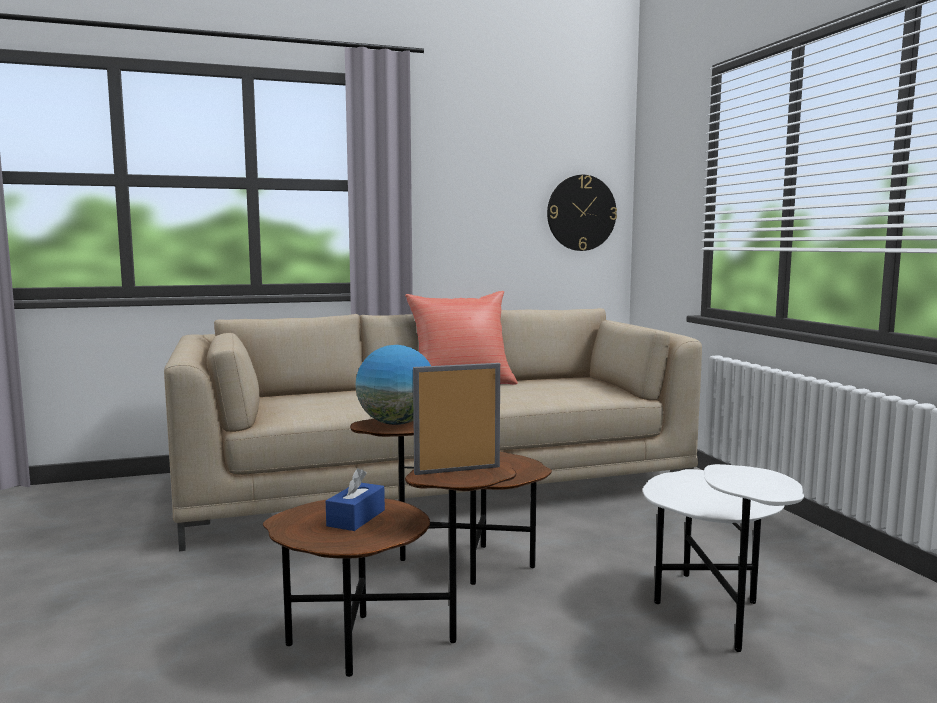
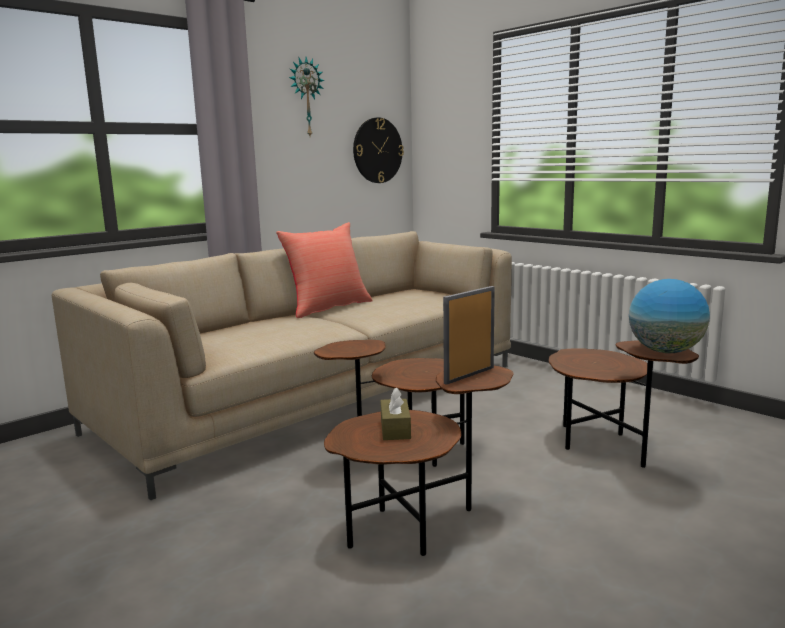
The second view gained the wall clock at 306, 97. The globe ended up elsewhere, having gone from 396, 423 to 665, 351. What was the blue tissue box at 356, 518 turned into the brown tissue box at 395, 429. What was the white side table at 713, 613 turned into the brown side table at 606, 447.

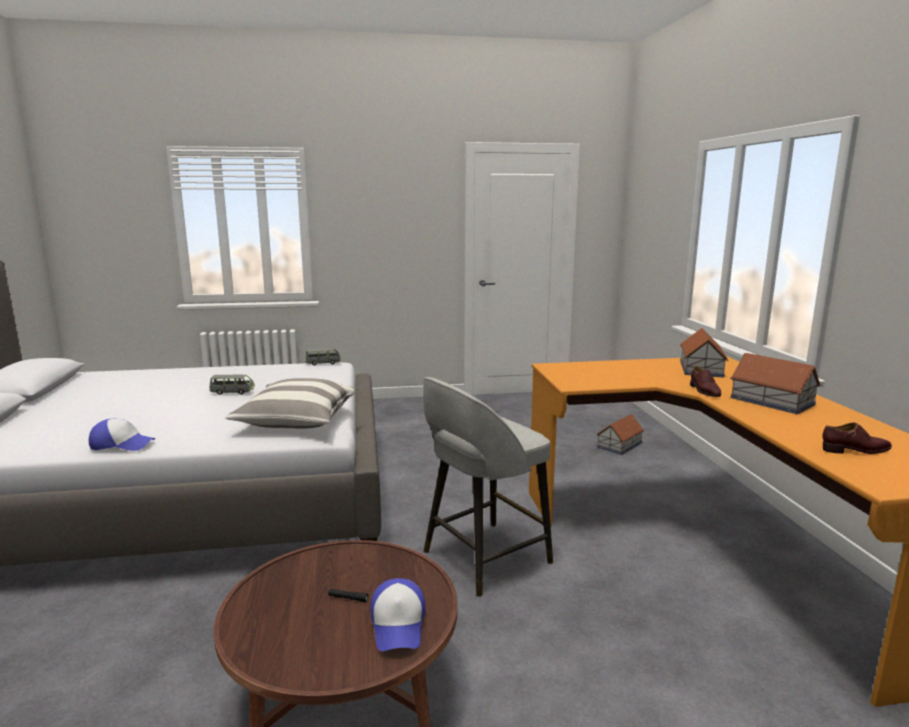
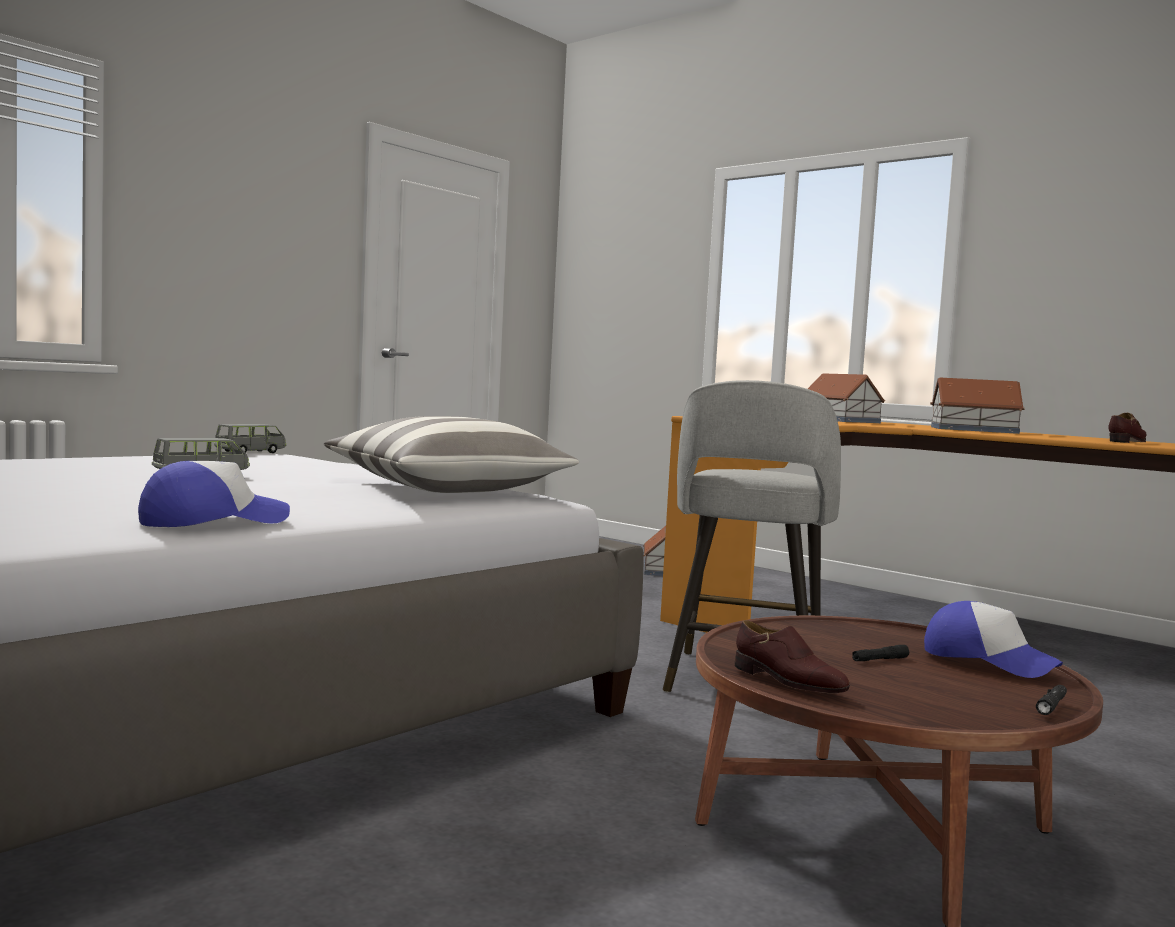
The second view gained the black flashlight at 1051, 705. The brown shoe ended up elsewhere, having gone from 704, 391 to 788, 680.

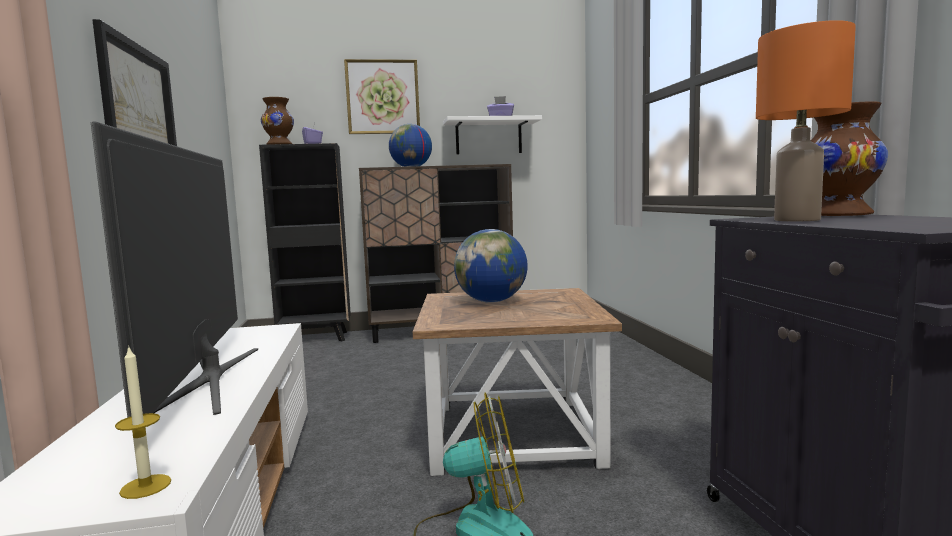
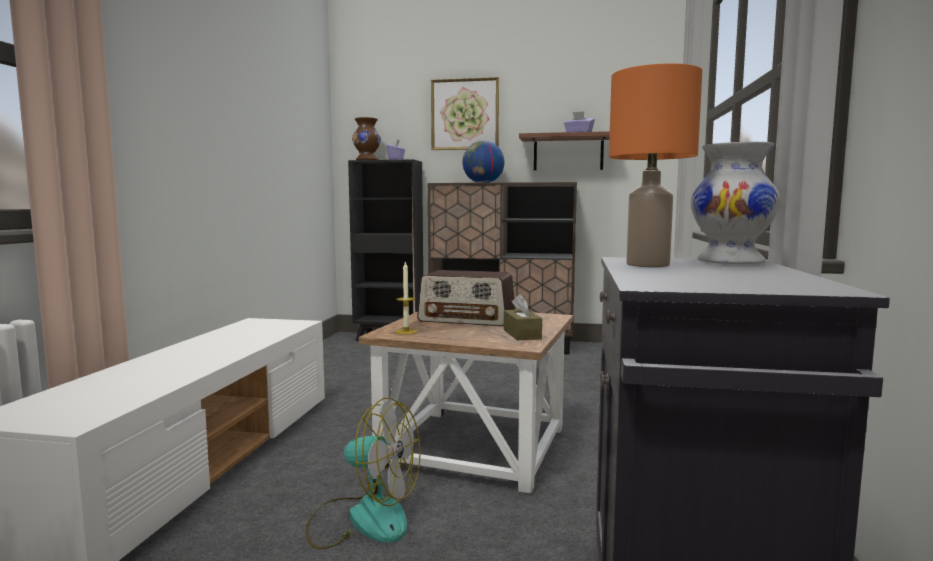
The second view lost the television at 205, 379. The second view lost the picture at 138, 101. The second view gained the brown tissue box at 522, 334. The candle ended up elsewhere, having gone from 145, 486 to 406, 332. Where the globe stood at 492, 301, the radio came to stand at 467, 319. What was the white shelf at 488, 137 turned into the brown shelf at 568, 153. What was the brown vase at 838, 215 turned into the white vase at 731, 262.

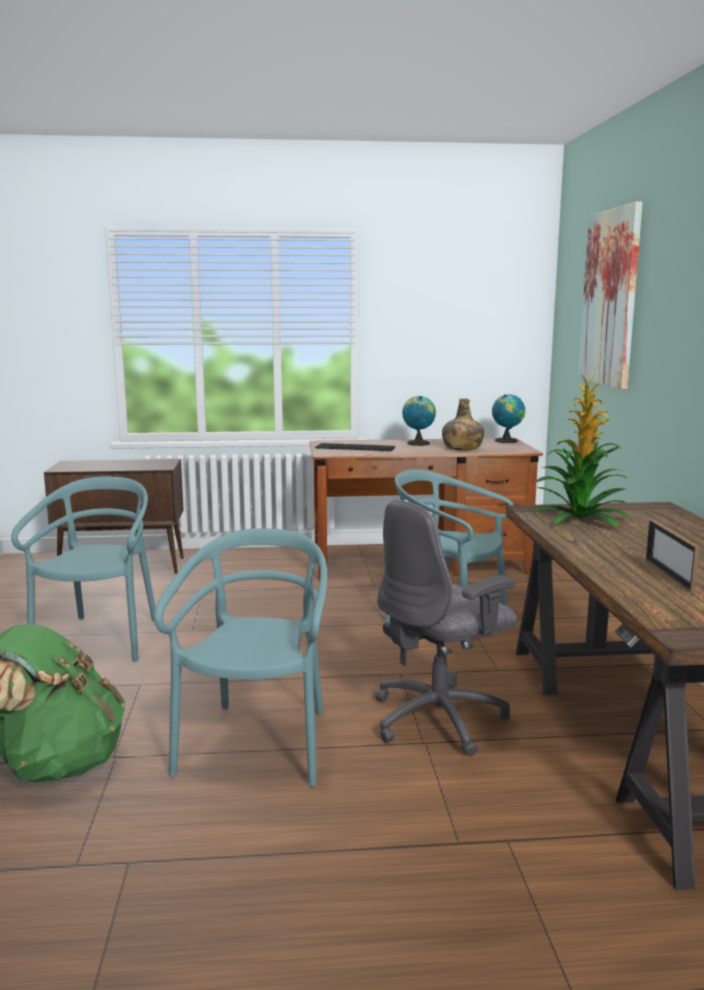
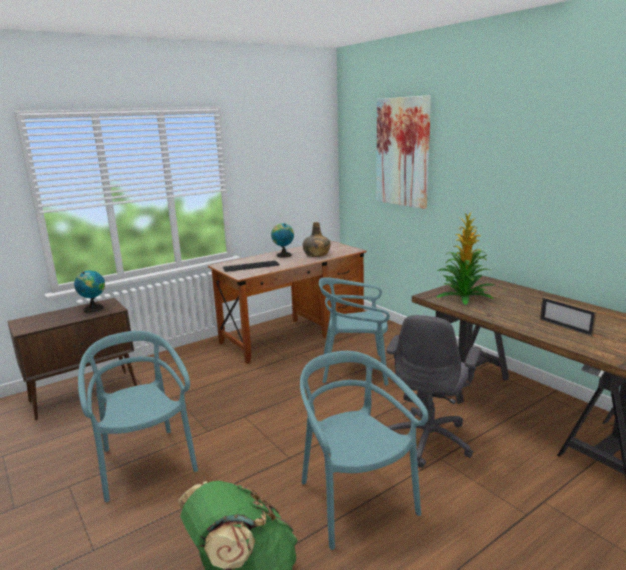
The globe ended up elsewhere, having gone from 507, 441 to 94, 308.

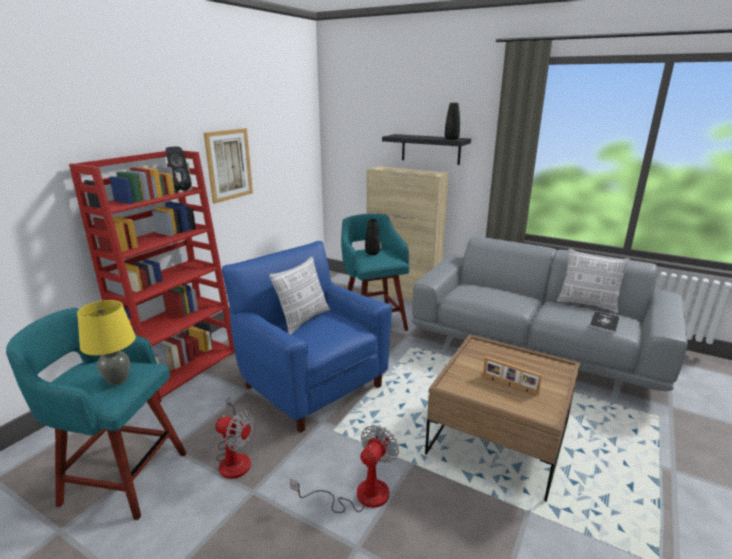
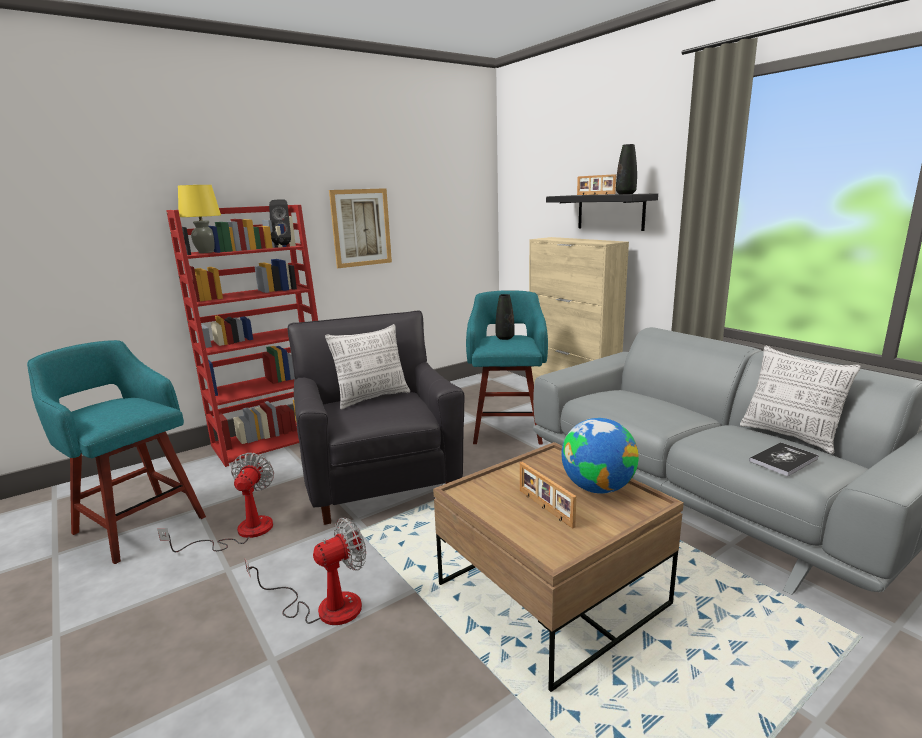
The second view gained the globe at 597, 488. The second view gained the picture frame at 595, 194. The yellow table lamp ended up elsewhere, having gone from 118, 380 to 206, 252. What was the blue armchair at 312, 384 turned into the black armchair at 380, 480. The fan at 234, 458 ended up facing another way, 135 degrees counterclockwise from before.

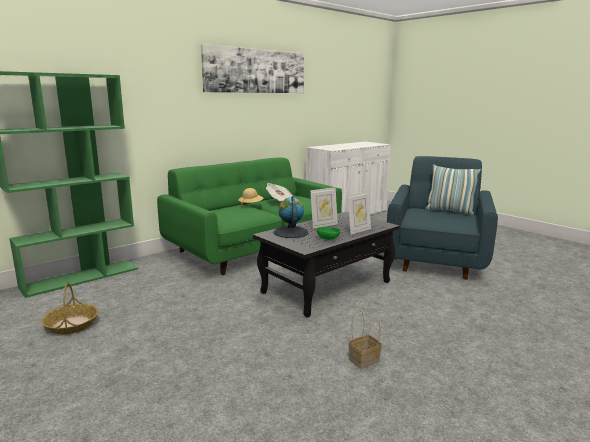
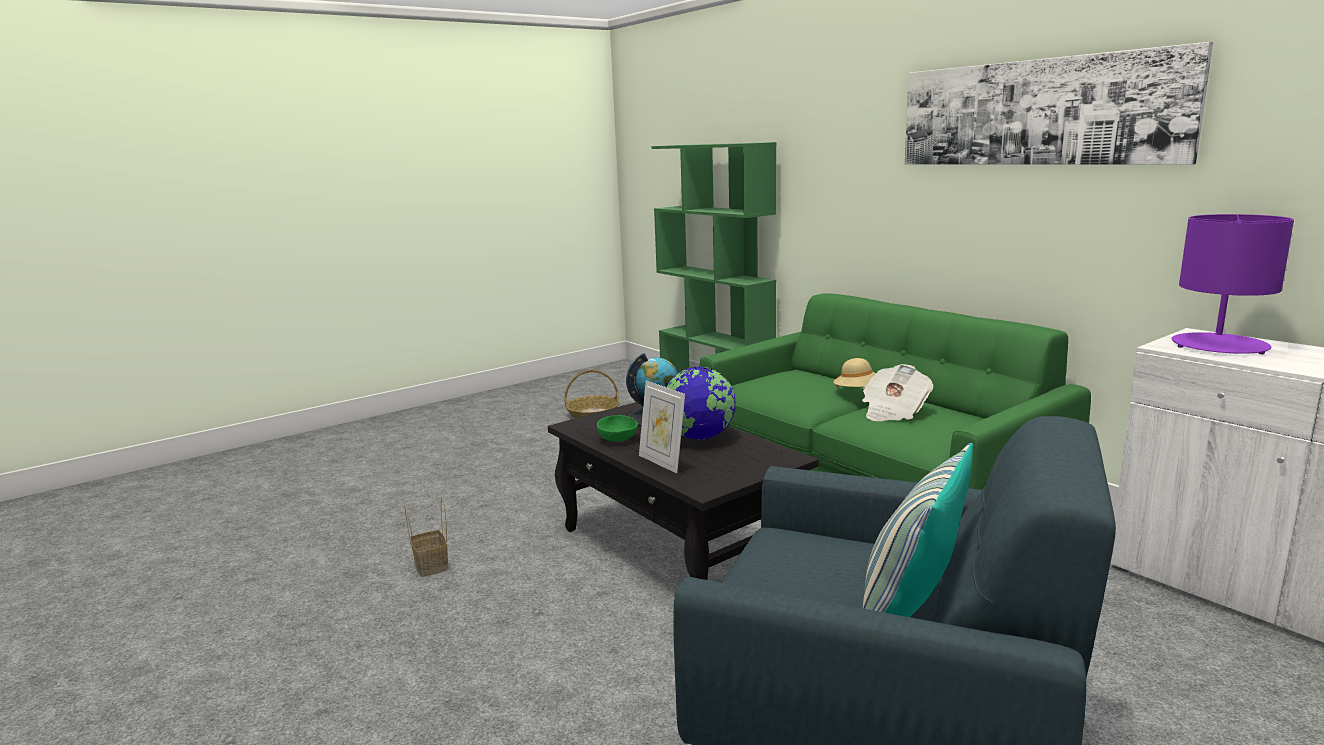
The second view gained the purple table lamp at 1219, 345. Where the picture frame stood at 323, 225, the globe came to stand at 700, 437.

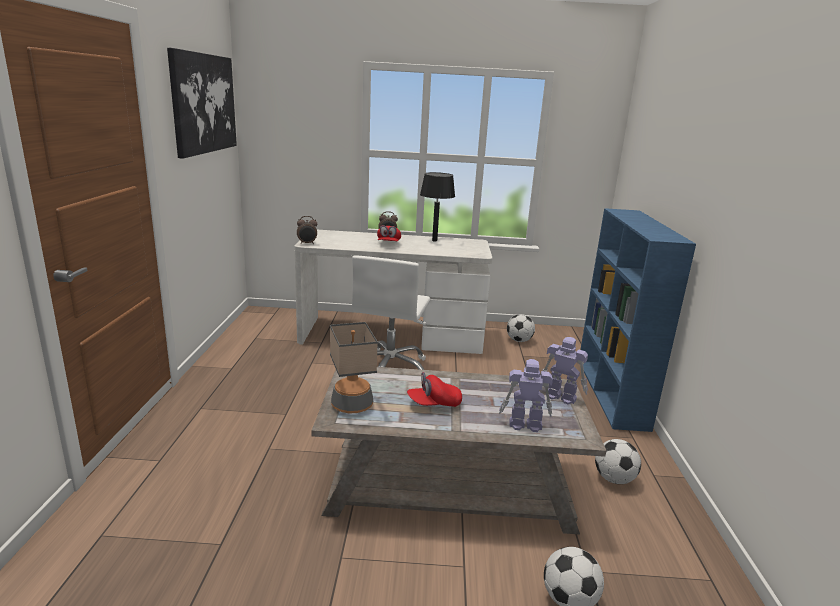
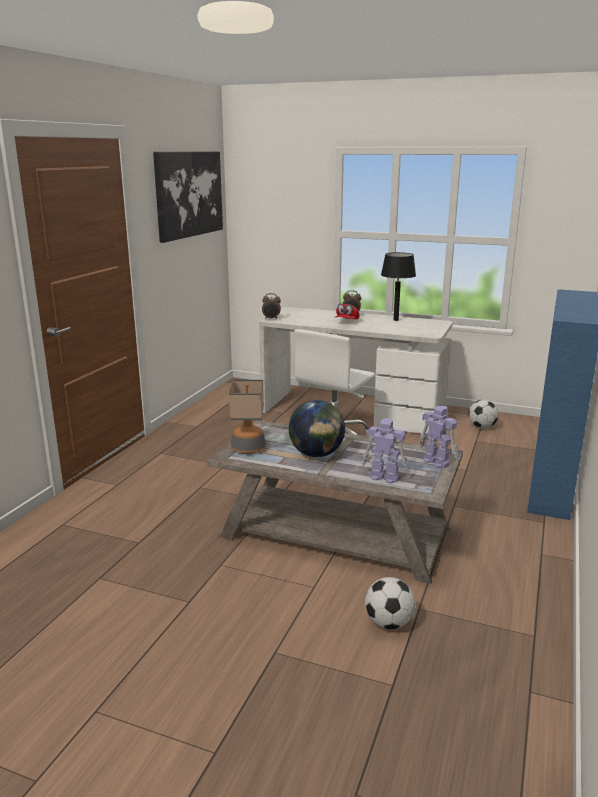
The second view lost the football at 613, 479. Where the red cap stood at 434, 404, the globe came to stand at 316, 454.

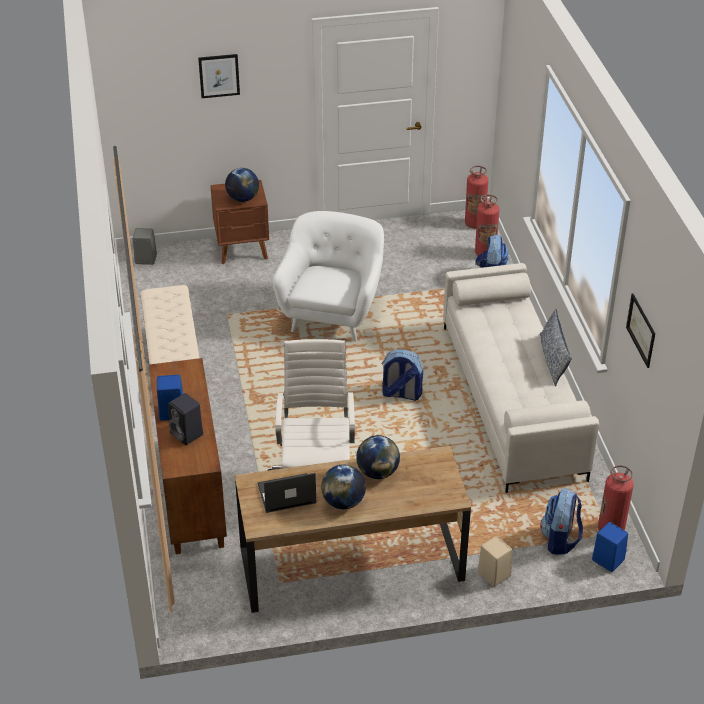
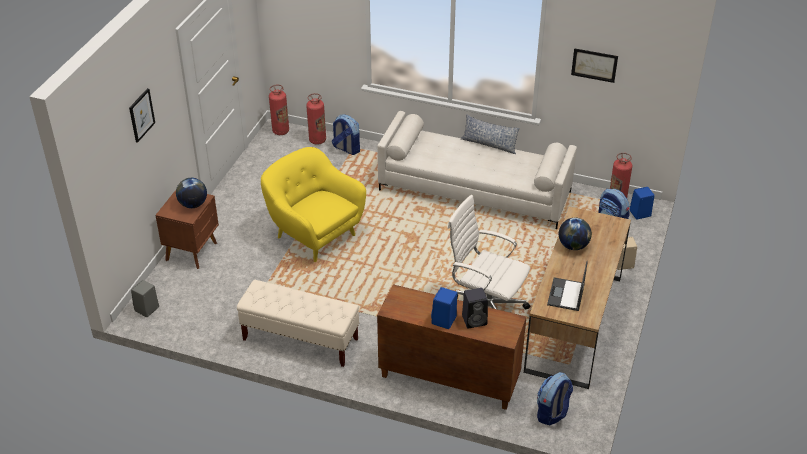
The second view lost the globe at 343, 502. The backpack ended up elsewhere, having gone from 401, 394 to 552, 413. What was the white armchair at 332, 314 turned into the yellow armchair at 314, 235.

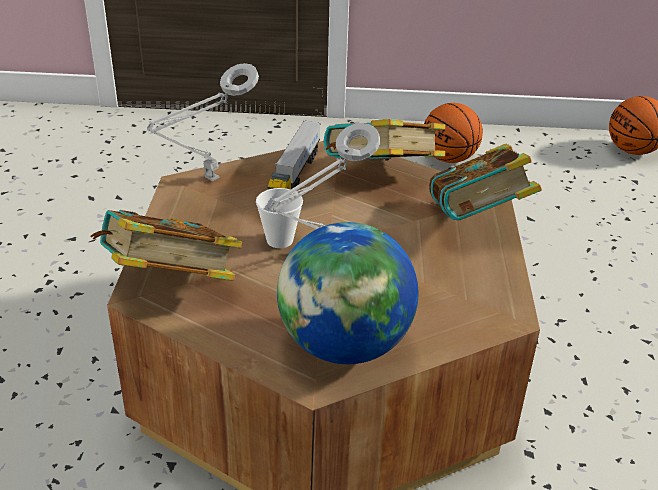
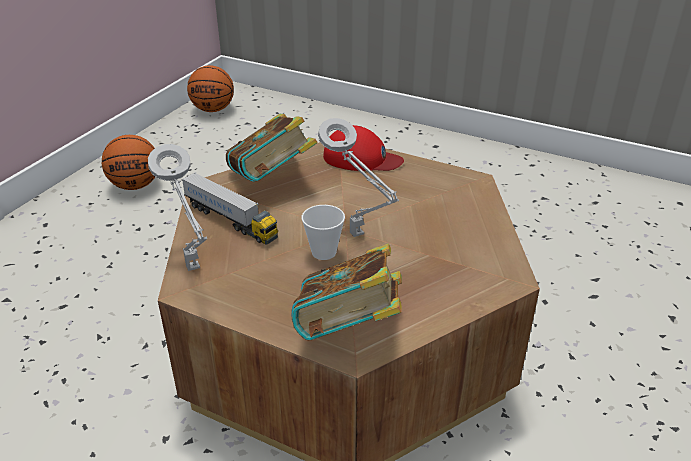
The second view lost the globe at 345, 346. Where the book stood at 477, 221, the red cap came to stand at 361, 158.

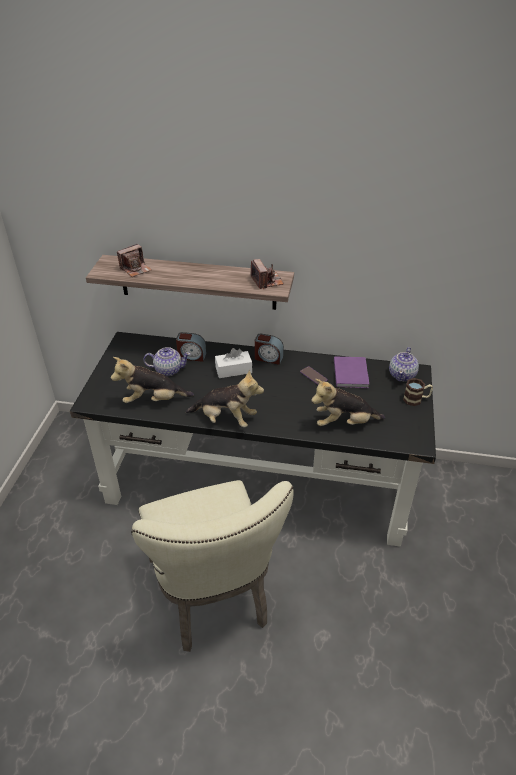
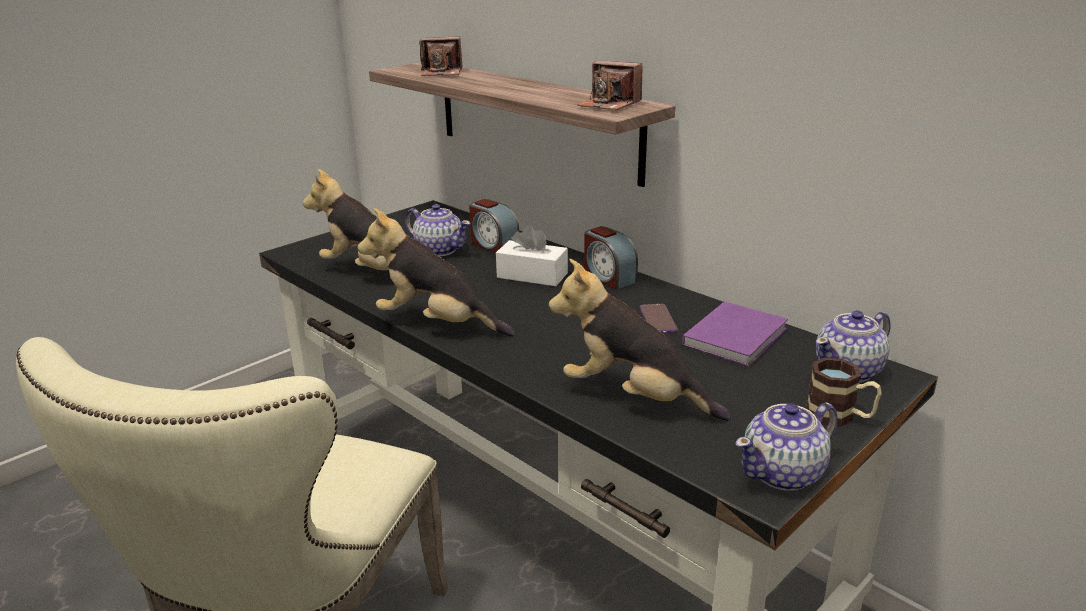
The second view gained the teapot at 784, 473. The plush toy at 226, 419 ended up facing another way, 150 degrees clockwise from before. The photo camera at 267, 281 ended up facing another way, 105 degrees clockwise from before.

